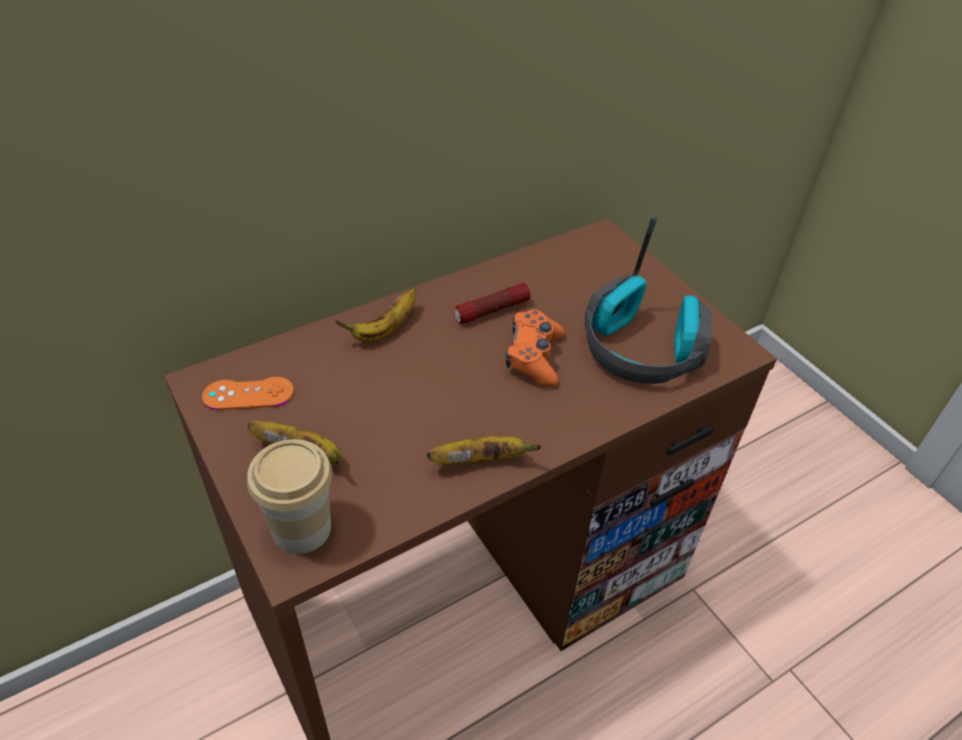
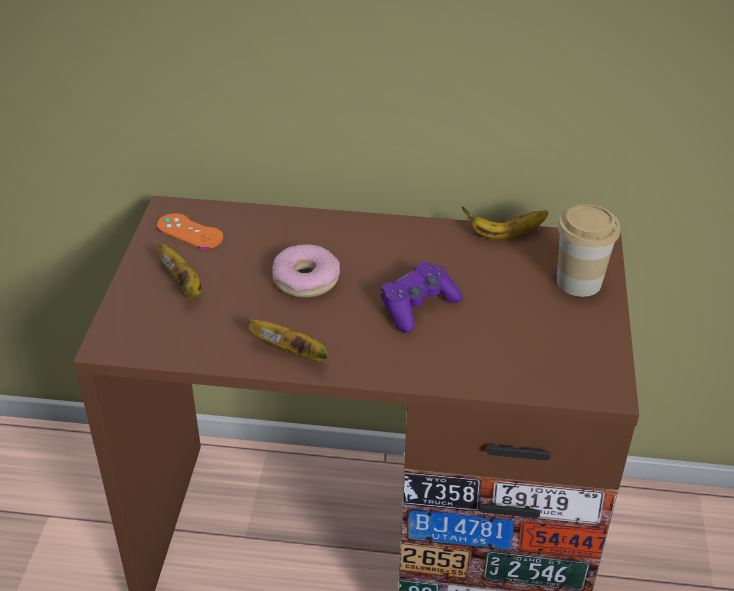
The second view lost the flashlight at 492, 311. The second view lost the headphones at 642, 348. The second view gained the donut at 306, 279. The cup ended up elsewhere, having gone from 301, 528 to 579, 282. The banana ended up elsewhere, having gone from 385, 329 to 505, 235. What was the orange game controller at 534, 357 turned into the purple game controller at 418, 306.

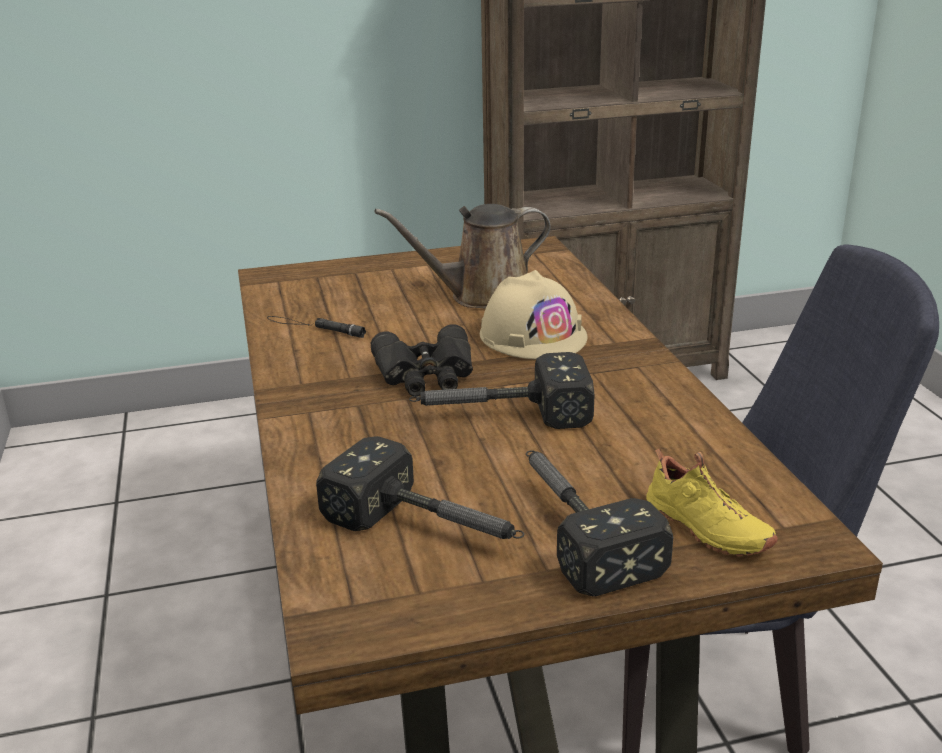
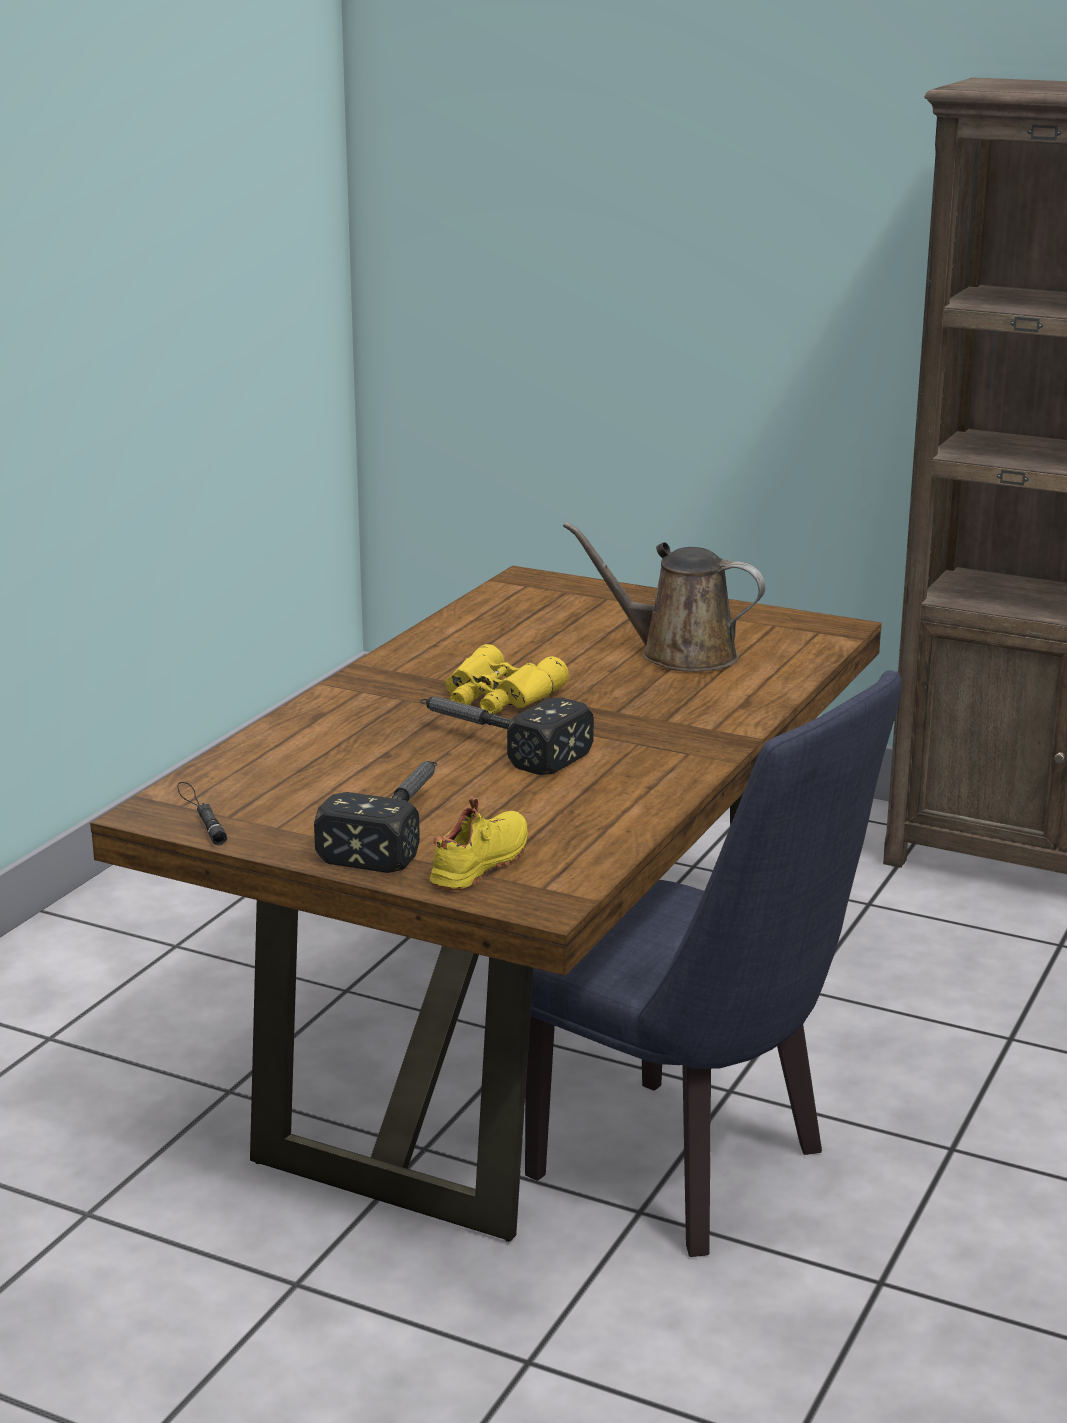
The second view lost the hammer at 430, 527. The second view lost the beige hard hat at 533, 335. The black flashlight ended up elsewhere, having gone from 314, 327 to 200, 813. What was the black binoculars at 426, 374 turned into the yellow binoculars at 498, 697. The yellow shoe at 705, 529 ended up facing another way, 150 degrees counterclockwise from before.

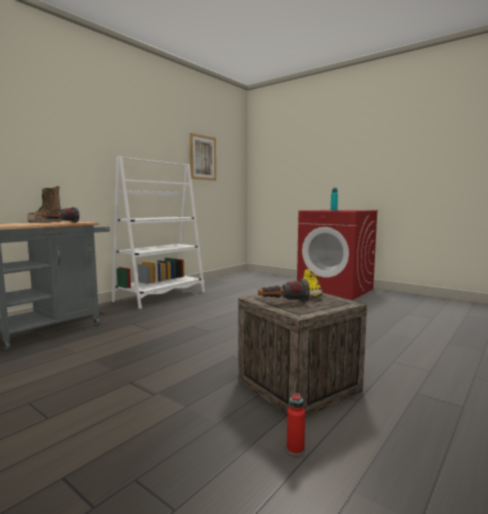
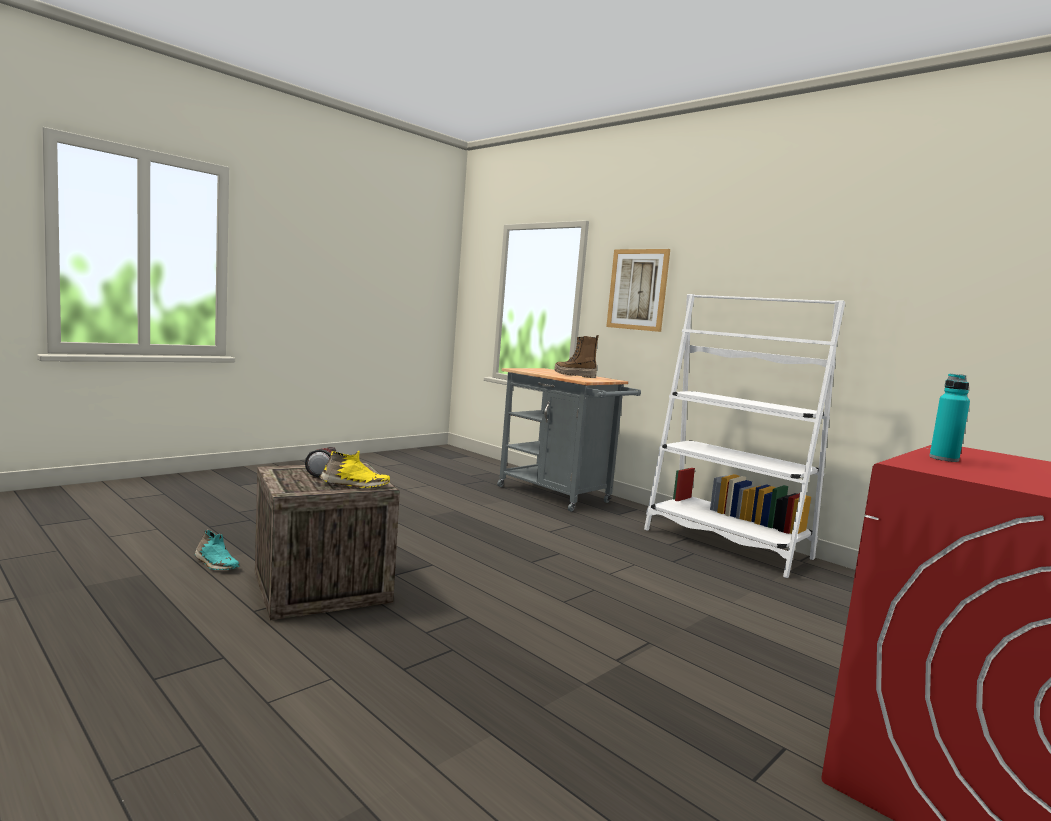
The second view lost the flashlight at 60, 223. The picture ended up elsewhere, having gone from 203, 158 to 637, 289. Where the red bottle stood at 295, 449, the turquoise shoe came to stand at 215, 564.

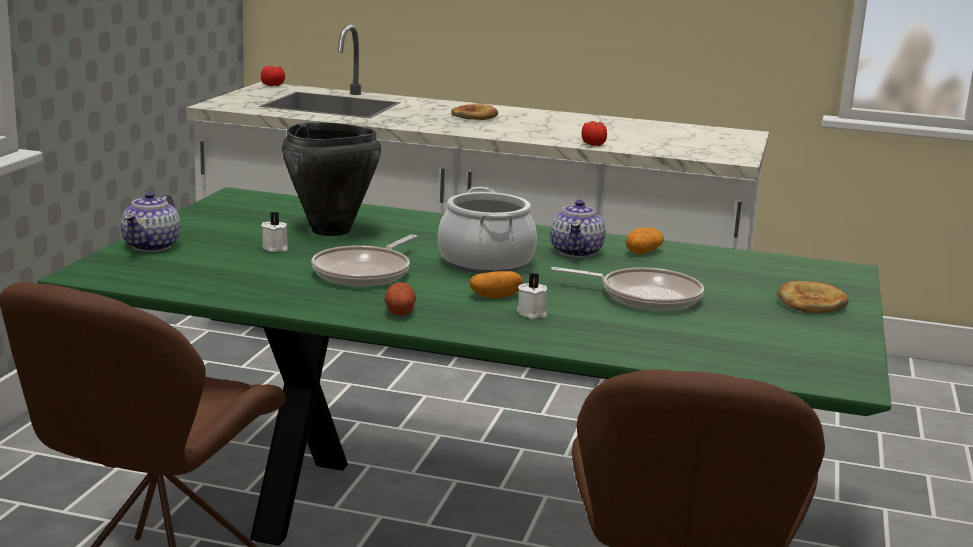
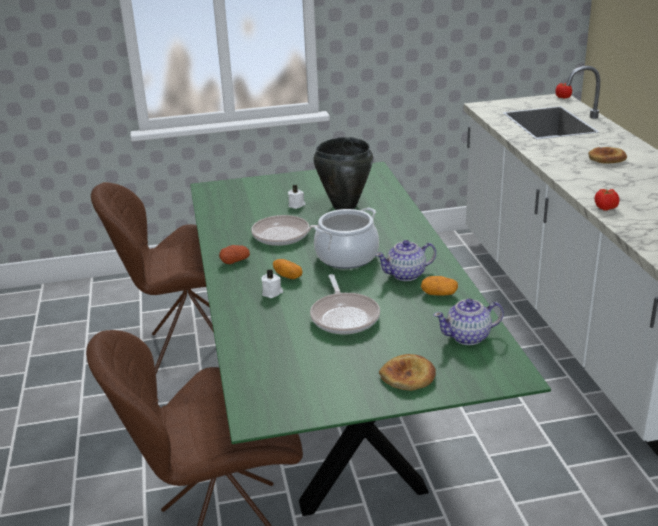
The teapot ended up elsewhere, having gone from 152, 246 to 468, 337.

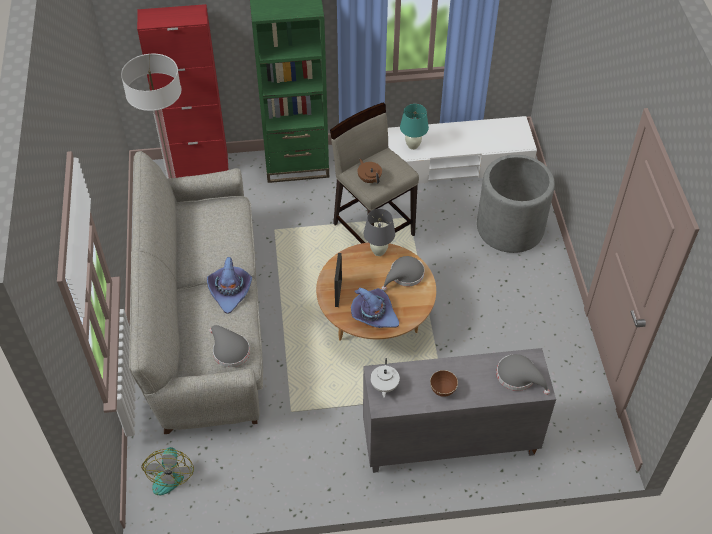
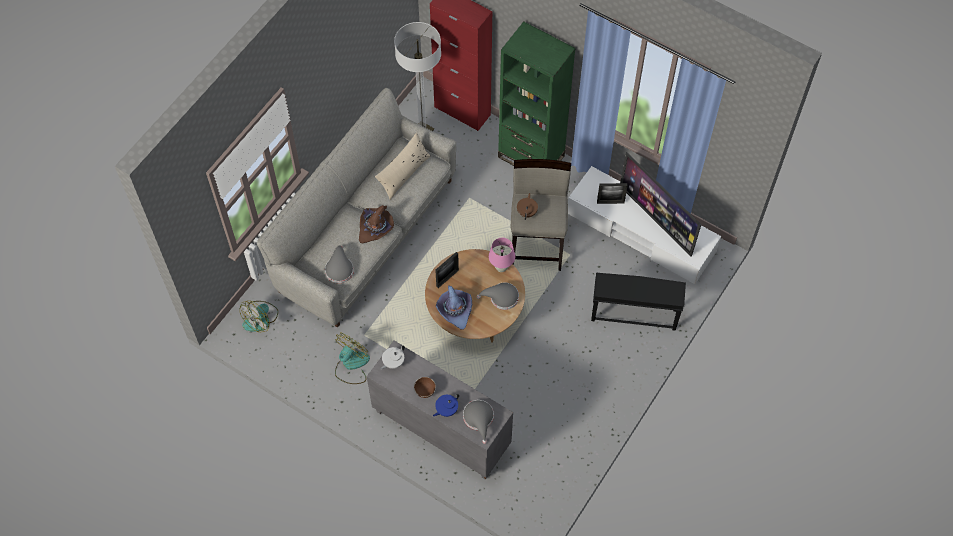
The second view gained the fan at 351, 365. The second view gained the beige pillow at 403, 173. The second view gained the blue teapot at 446, 409. The second view gained the television at 656, 220. Where the turquoise table lamp stood at 412, 146, the picture frame came to stand at 610, 202. Where the grey planter stood at 510, 228, the black side table came to stand at 634, 314. What was the purple hat at 230, 290 turned into the brown hat at 376, 228. What was the grey table lamp at 378, 252 turned into the pink table lamp at 501, 268.

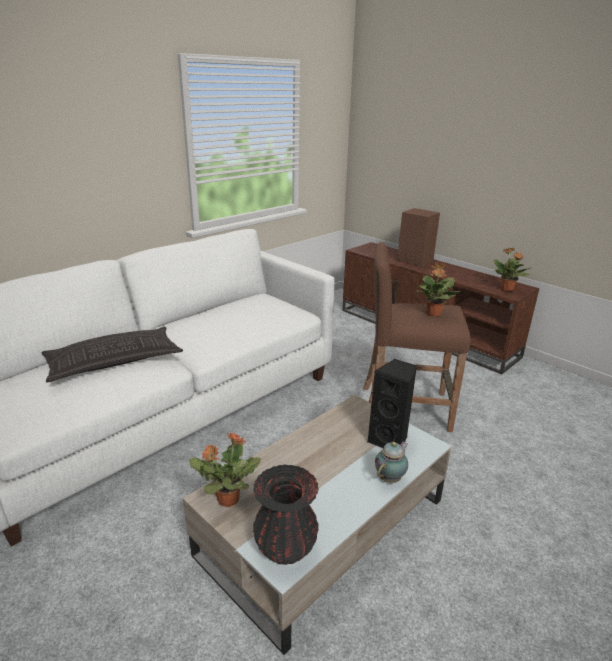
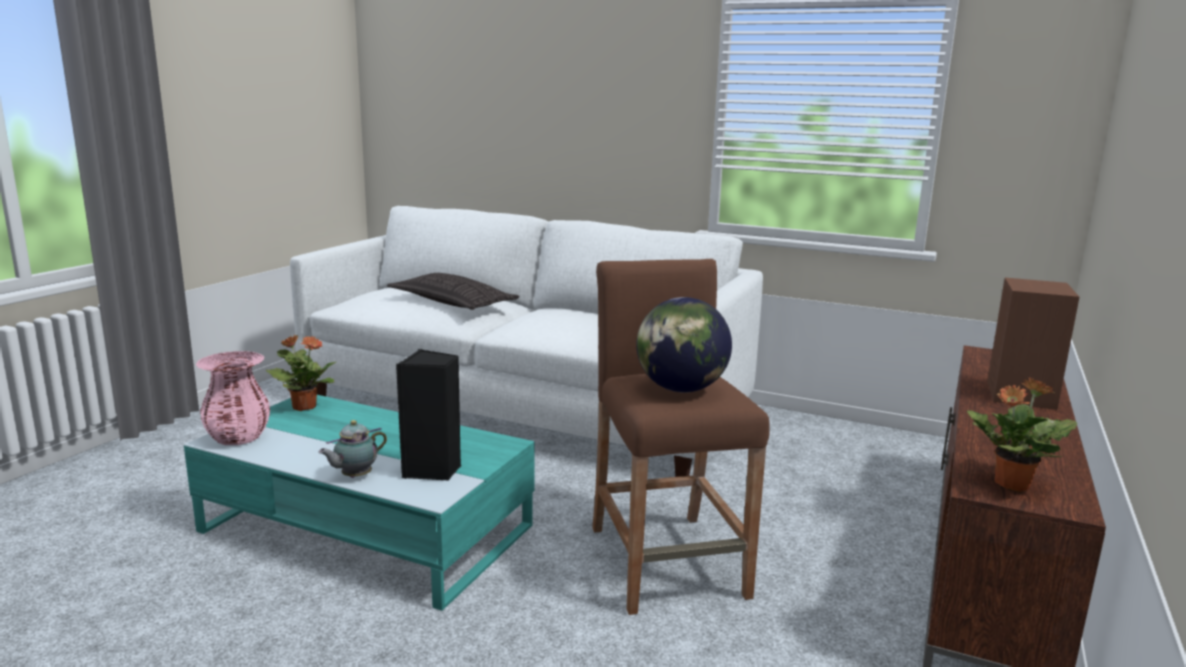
Where the potted plant stood at 433, 314, the globe came to stand at 681, 389. What was the beige coffee table at 324, 526 turned into the turquoise coffee table at 367, 528. What was the black vase at 285, 548 turned into the pink vase at 238, 438. The teapot at 390, 478 ended up facing another way, 120 degrees clockwise from before.

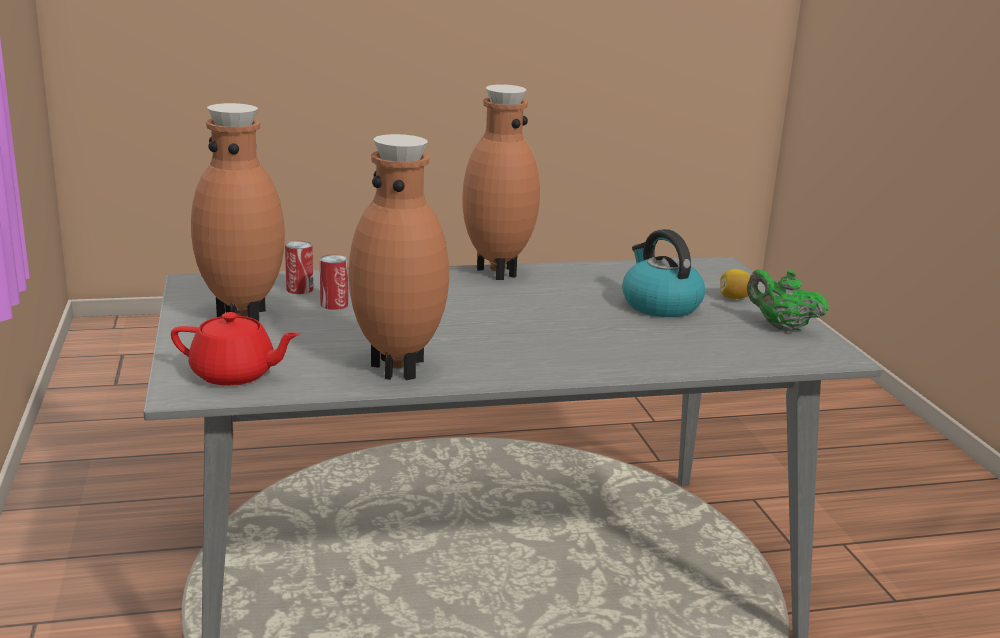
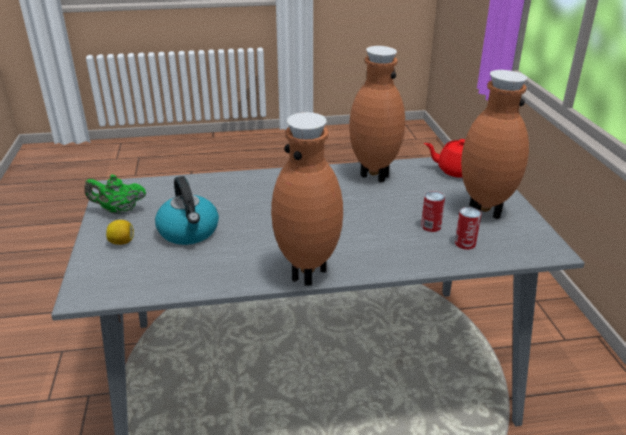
The green teapot at 781, 327 ended up facing another way, 135 degrees clockwise from before.

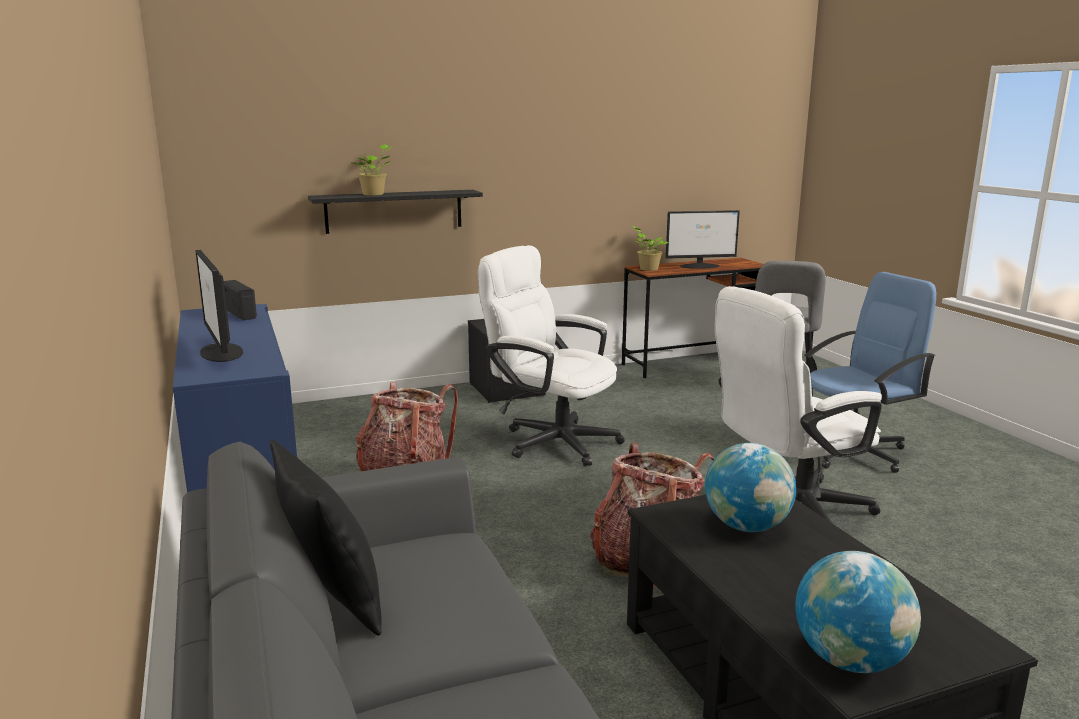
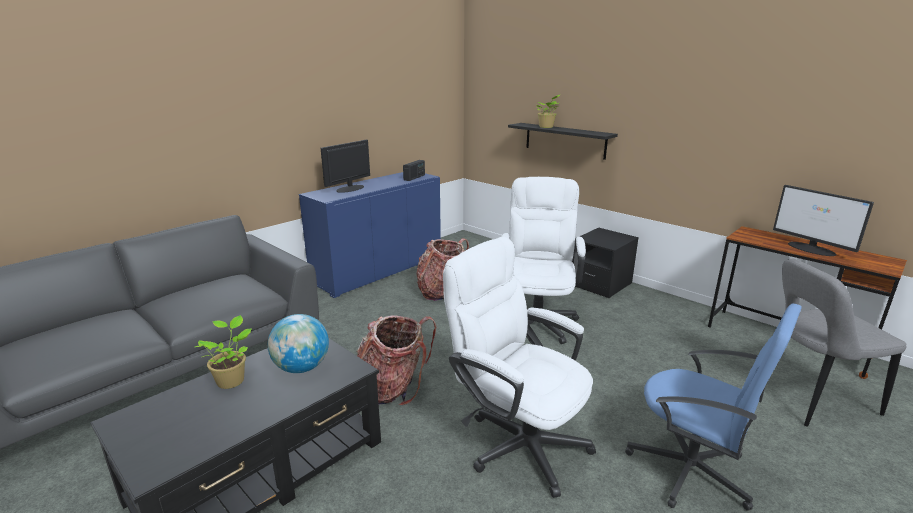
The second view lost the black pillow at 332, 599. The second view lost the globe at 850, 660. The potted plant ended up elsewhere, having gone from 647, 269 to 232, 380.

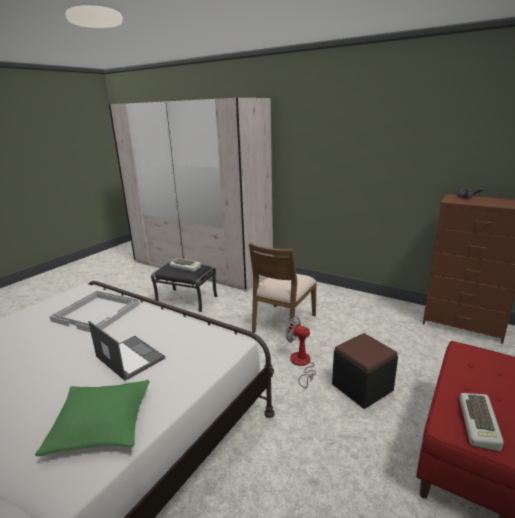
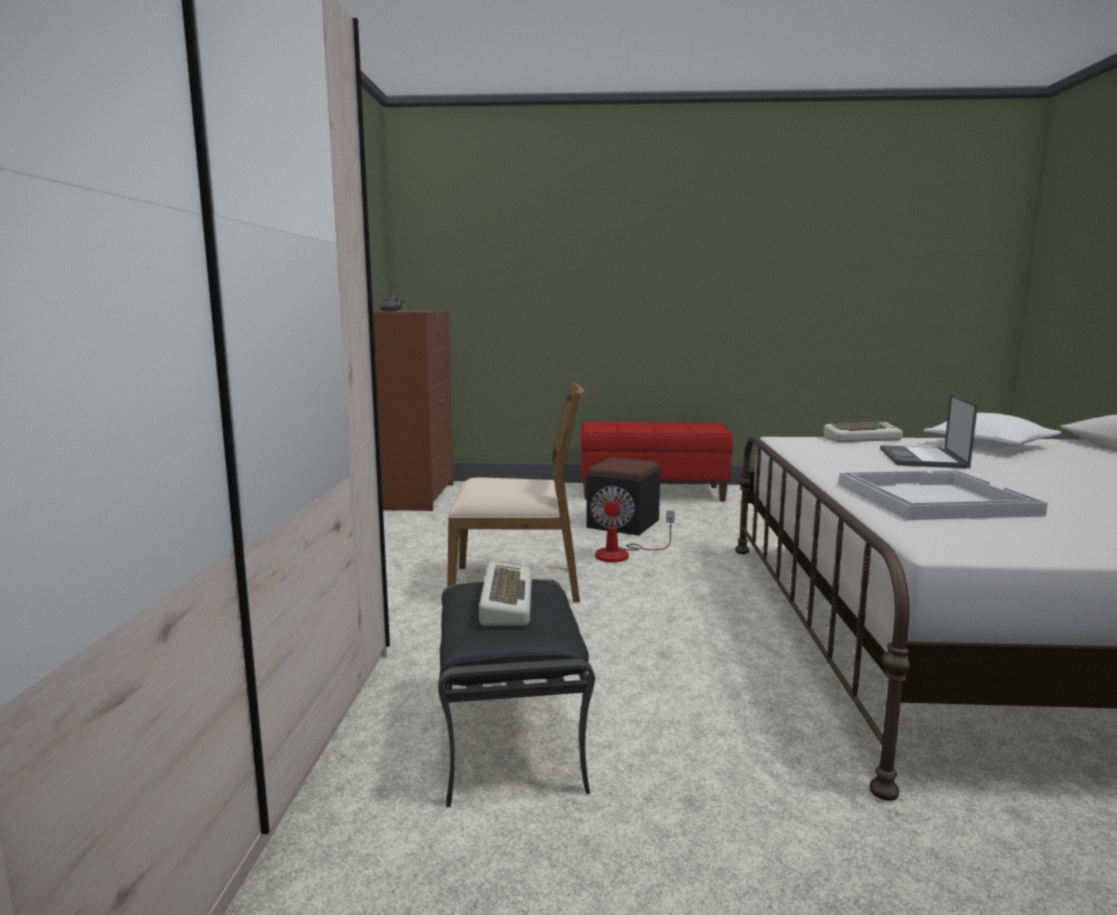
The keyboard ended up elsewhere, having gone from 480, 424 to 861, 438. What was the green pillow at 101, 424 turned into the white pillow at 989, 445.

